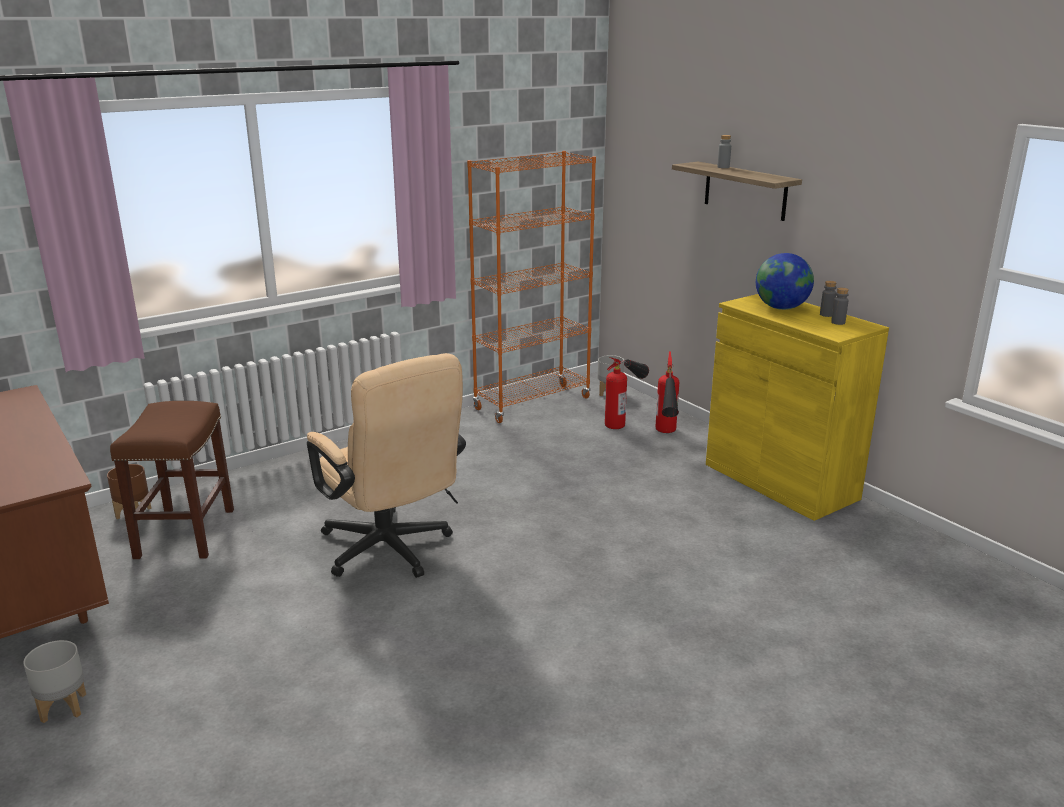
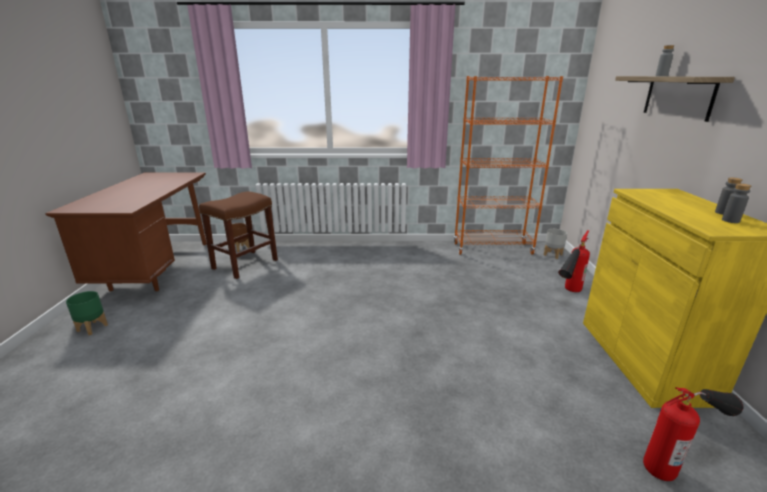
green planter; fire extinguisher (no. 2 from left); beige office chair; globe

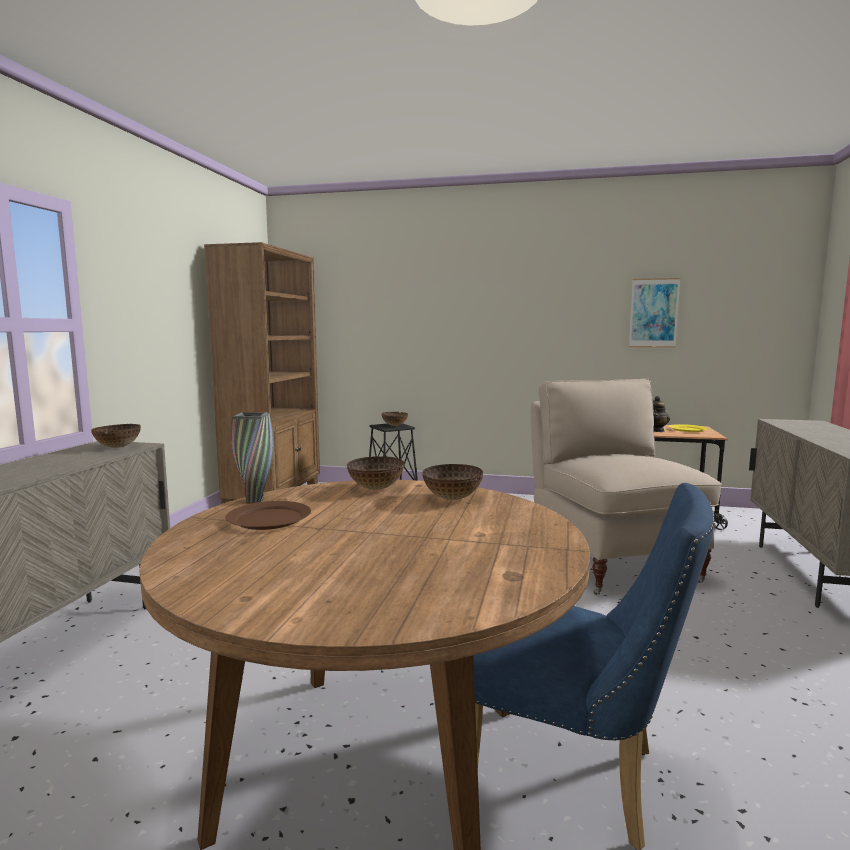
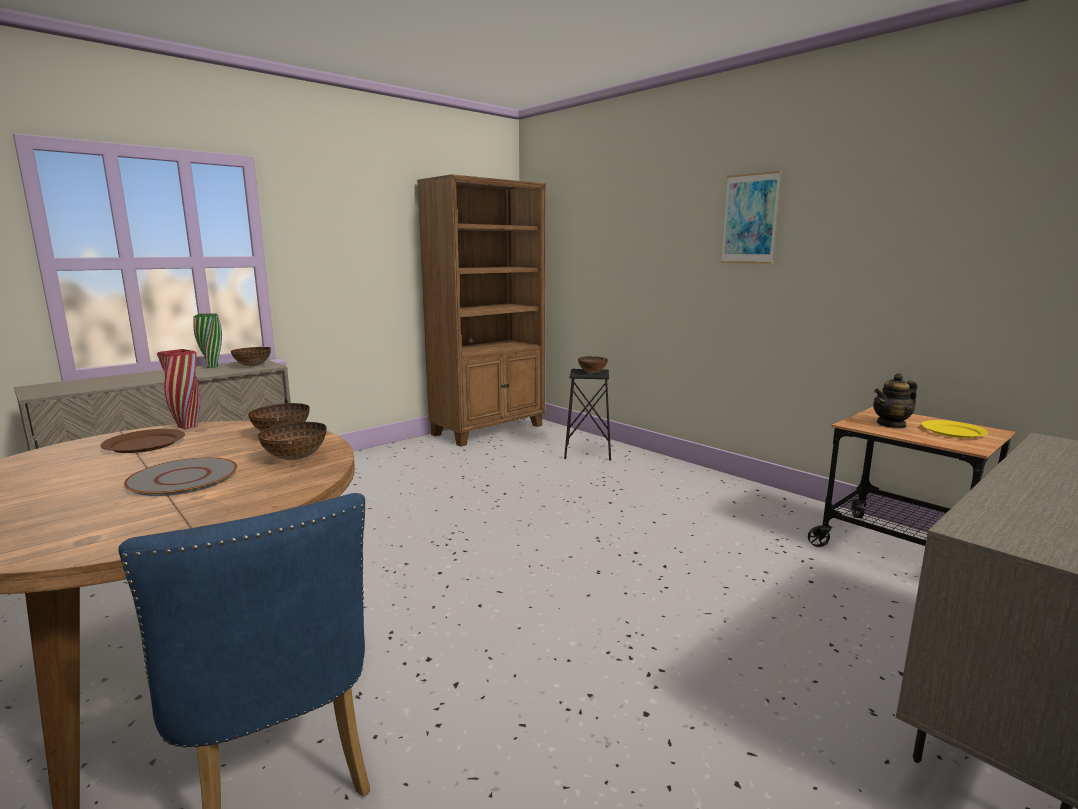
grey plate; red vase; green vase; picture; beige chair

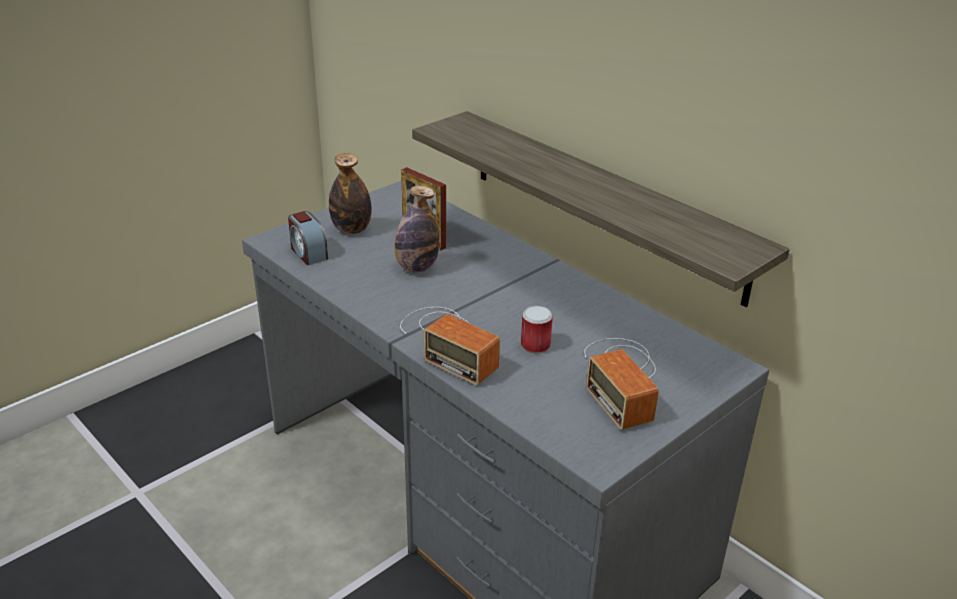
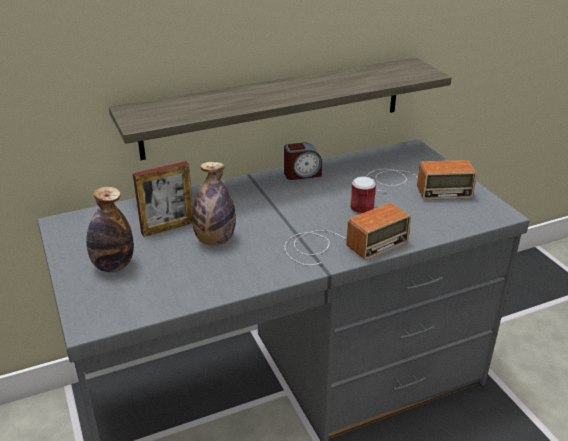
alarm clock

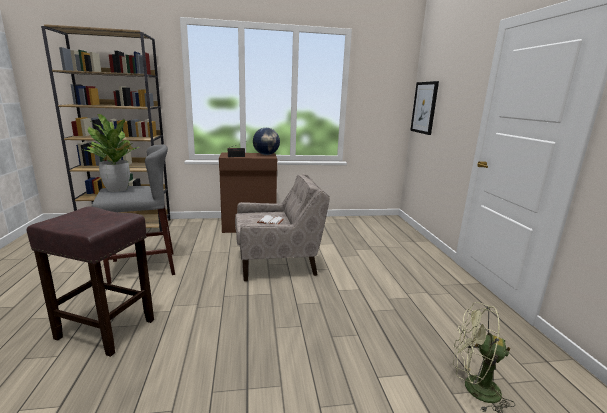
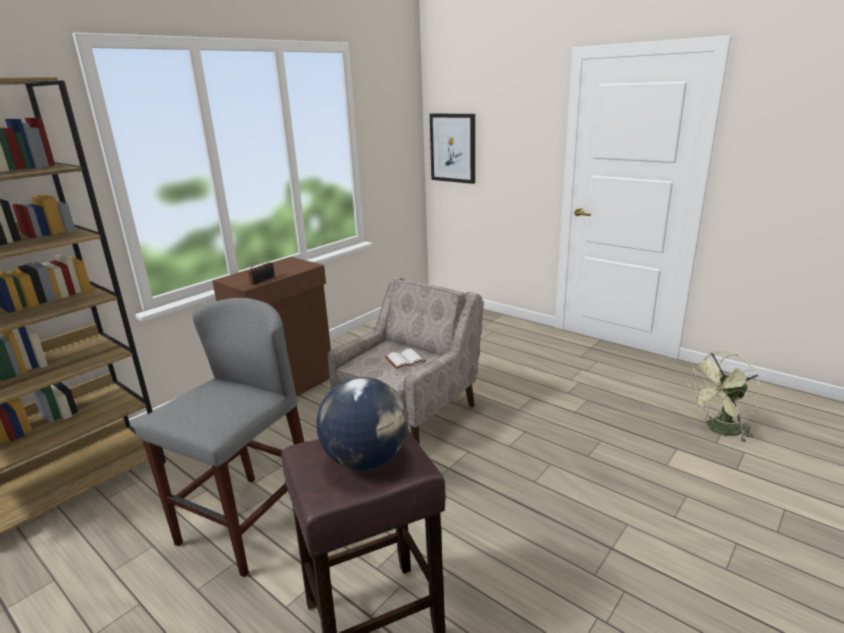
globe; potted plant

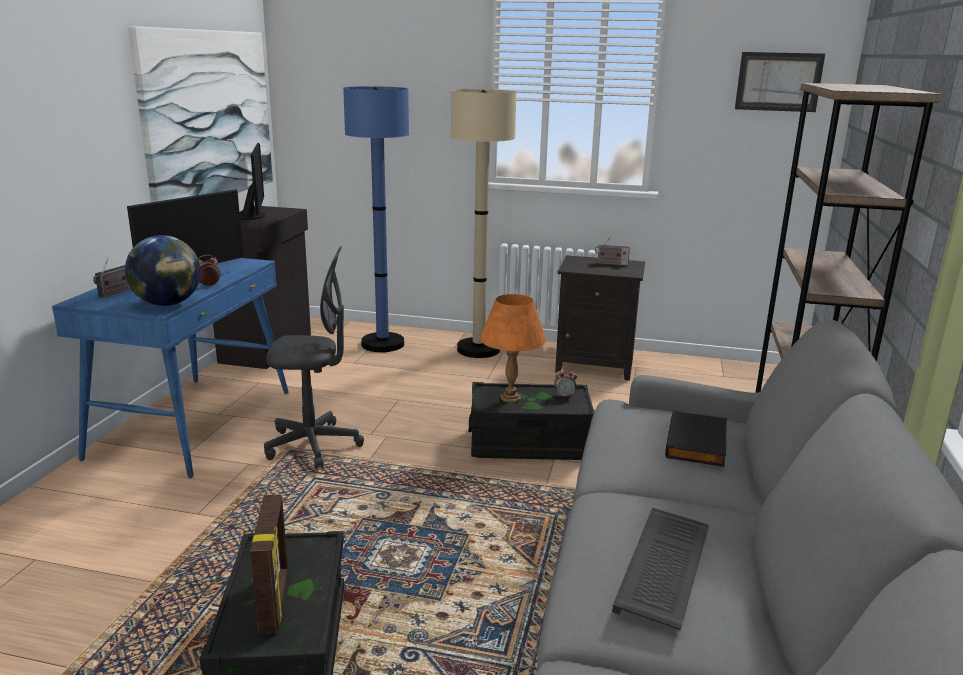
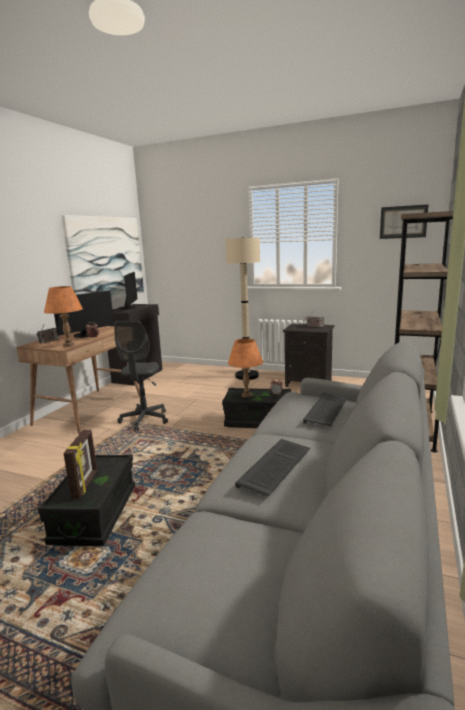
brown desk; orange table lamp (no. 1 from left); grey office chair; keyboard (no. 2 from left); blue floor lamp

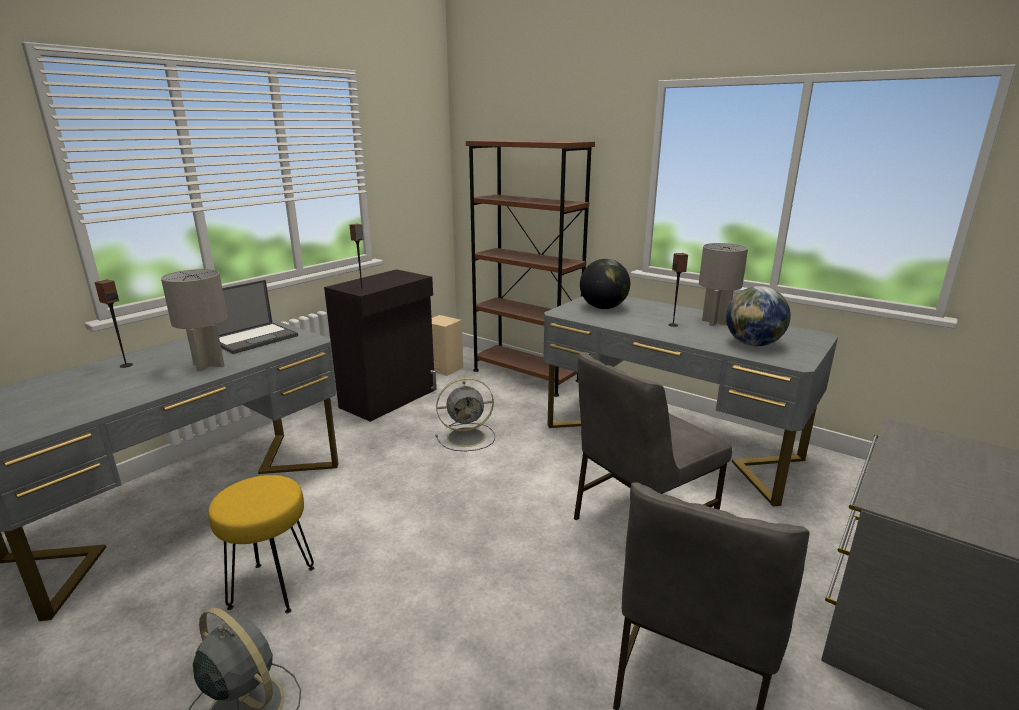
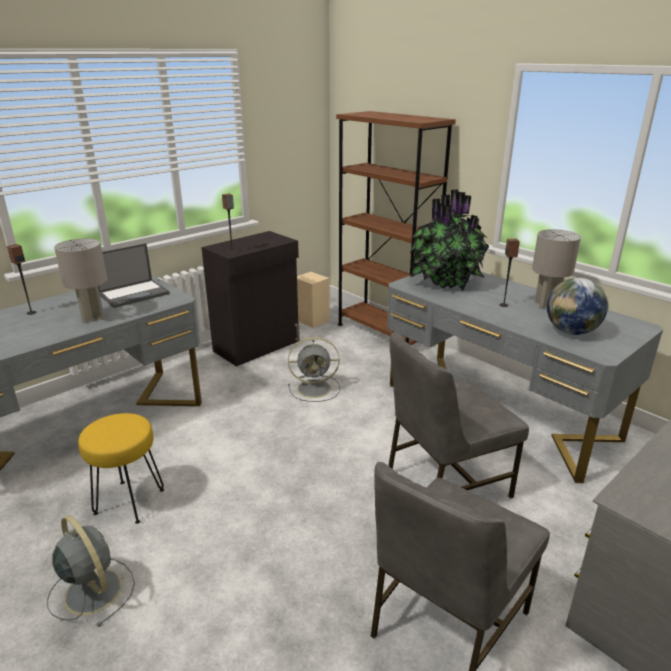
potted plant

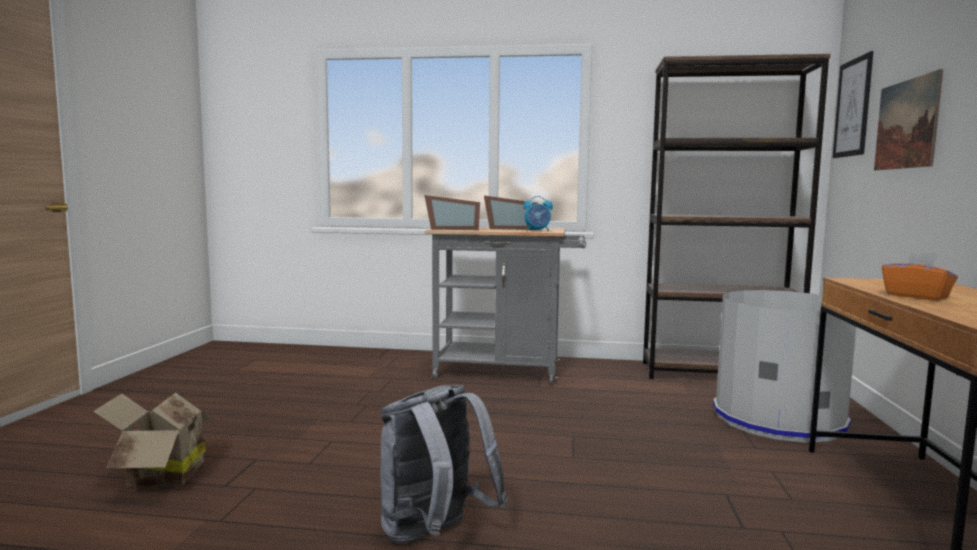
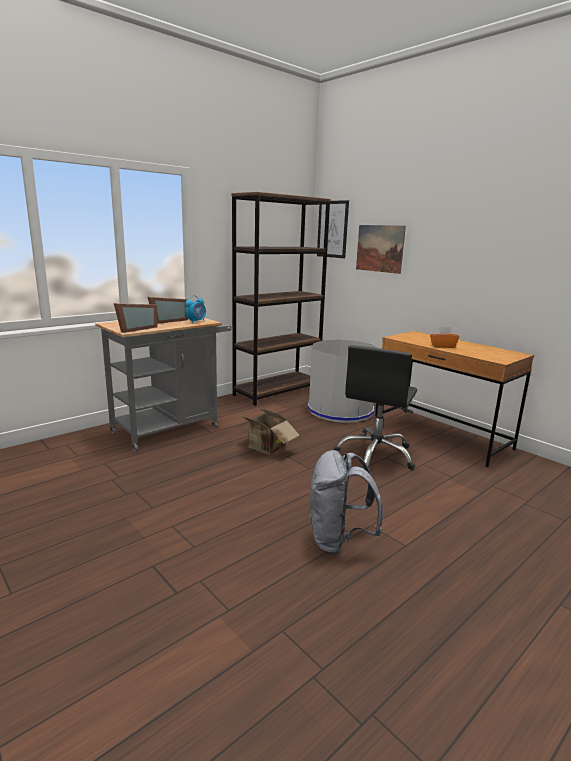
cardboard box; black office chair

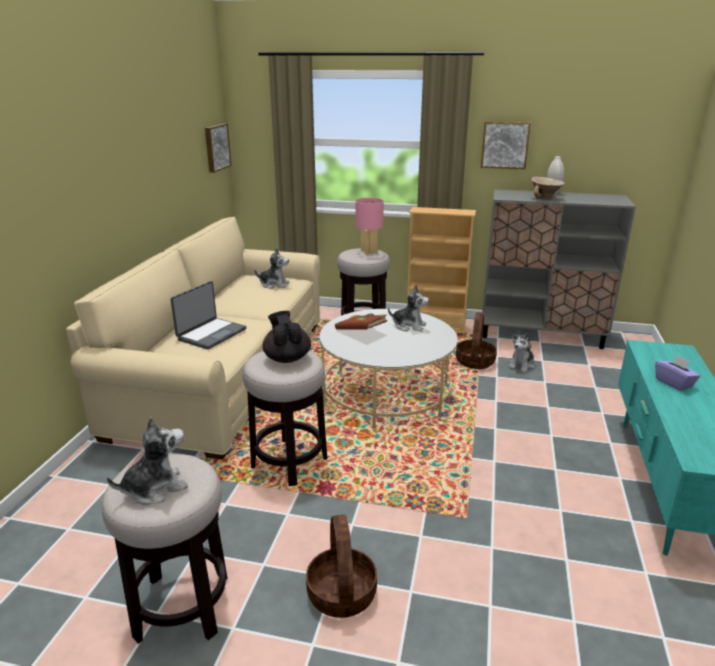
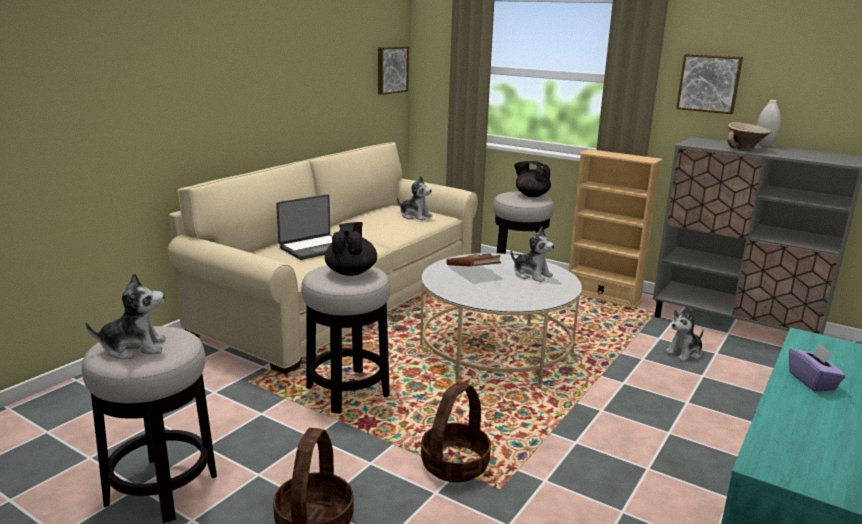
basket (no. 2 from left); black teapot (no. 2 from left)

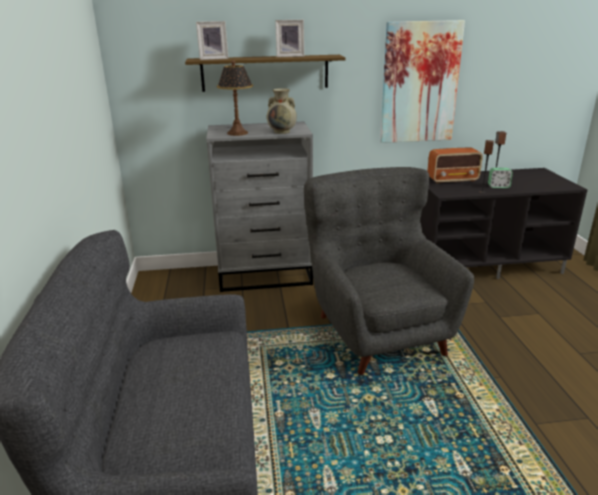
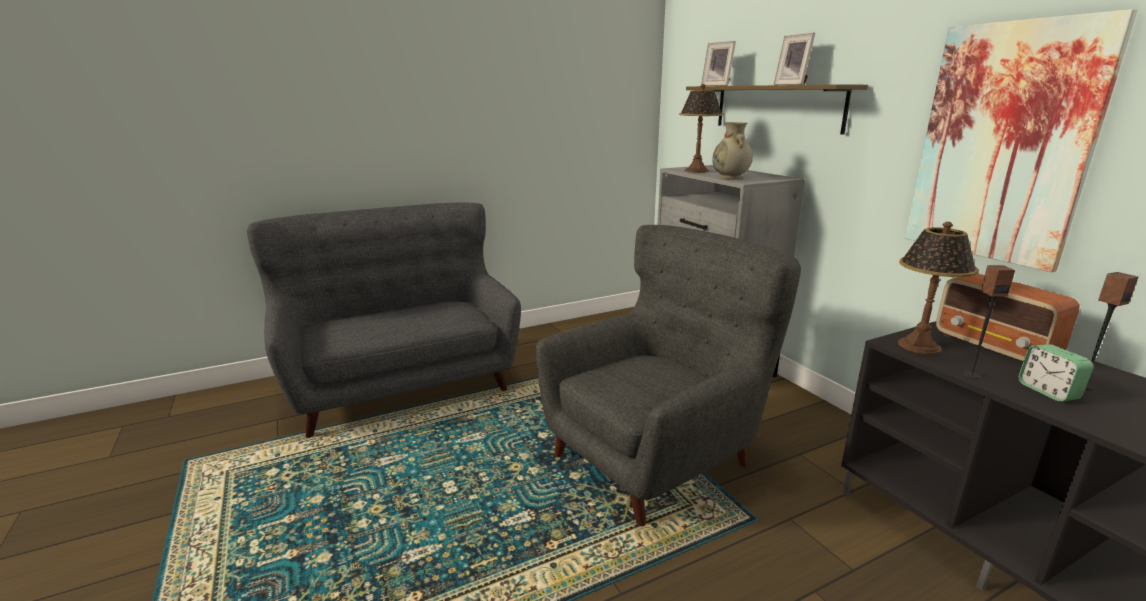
table lamp (no. 2 from left)

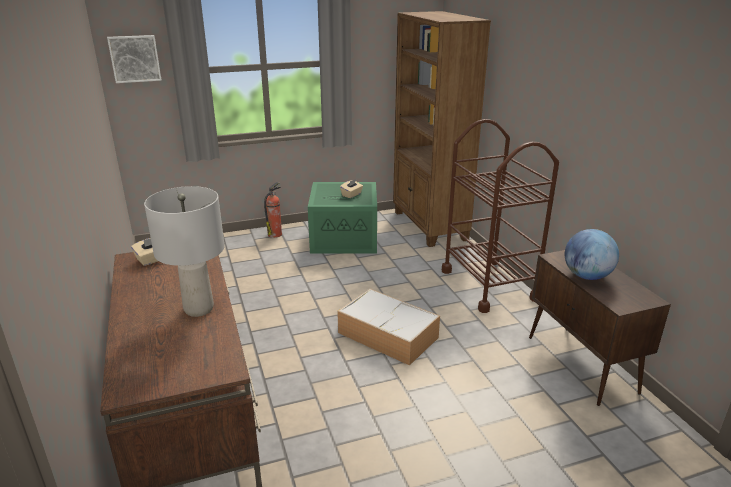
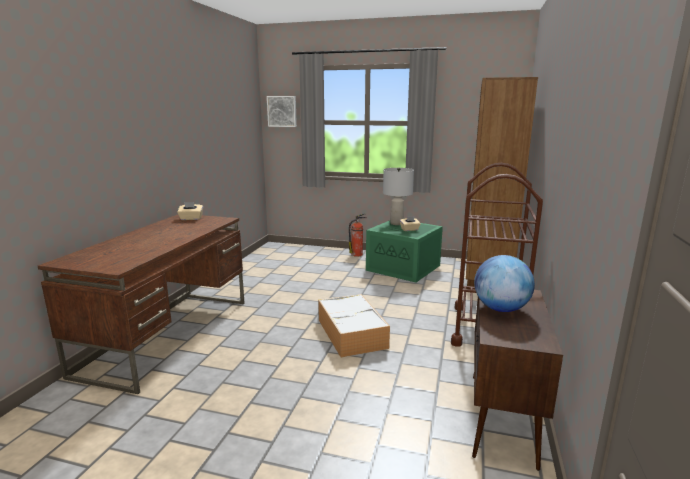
grey table lamp

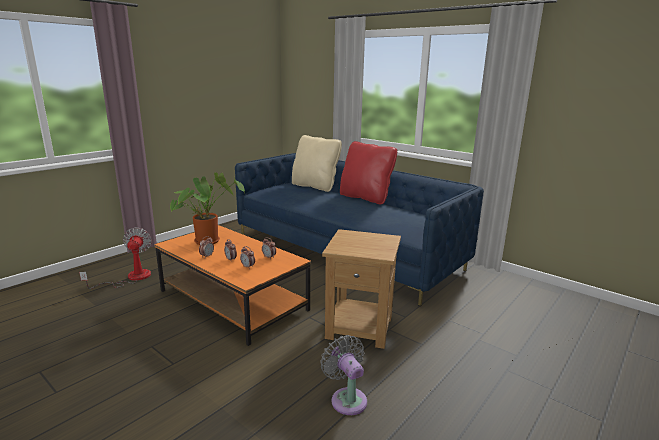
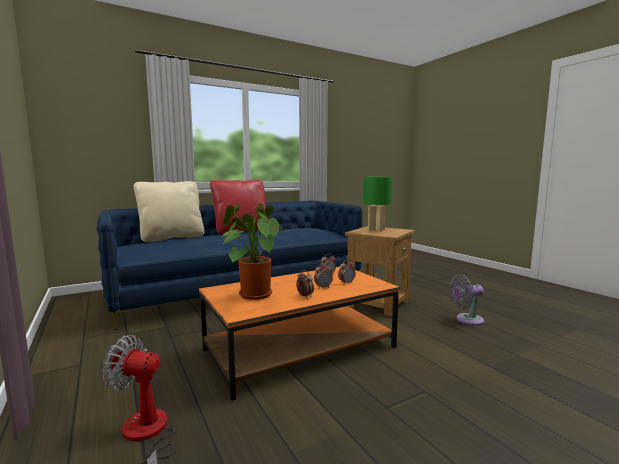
green table lamp

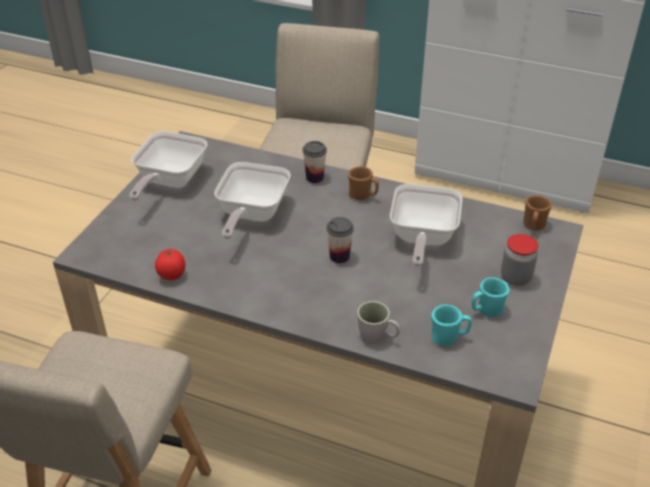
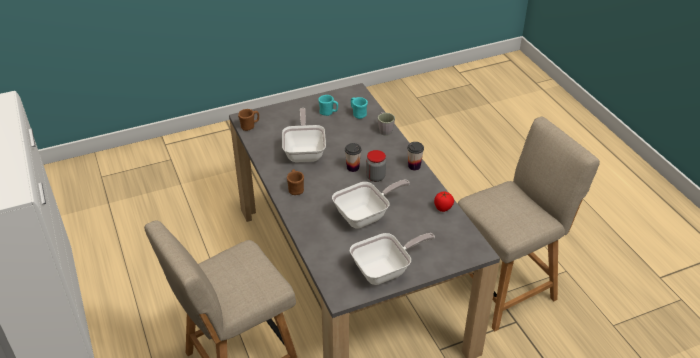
frying pan (no. 1 from left); jar; cup (no. 2 from left)

